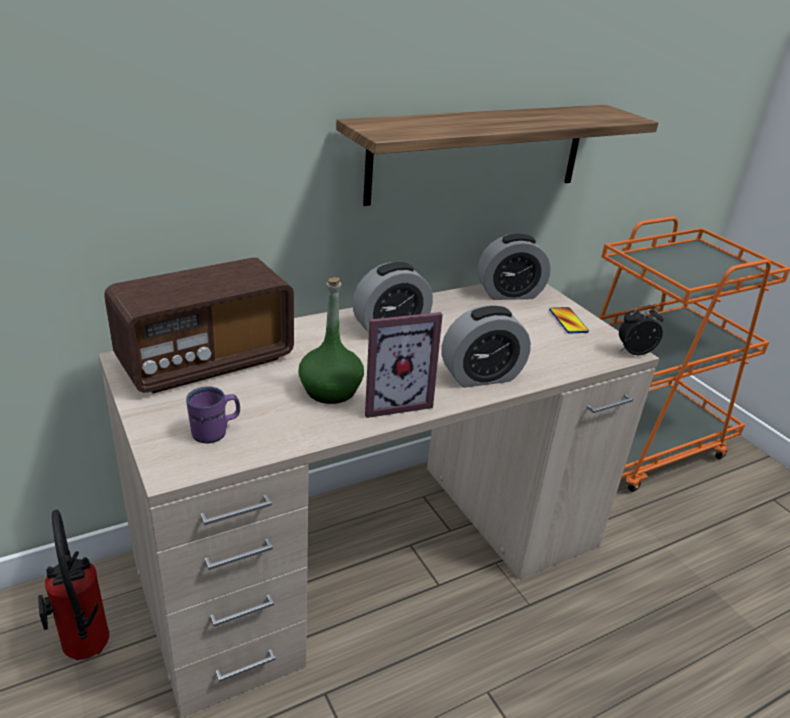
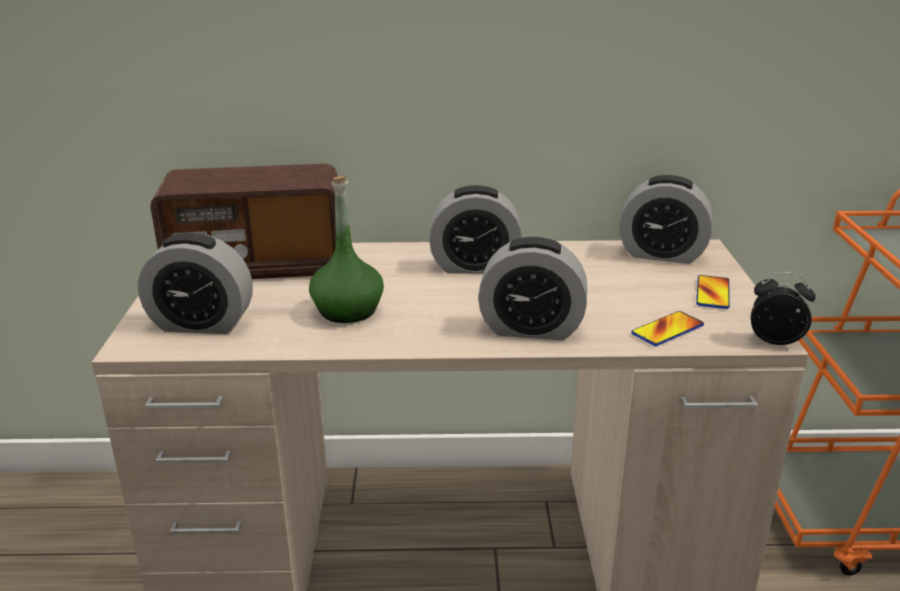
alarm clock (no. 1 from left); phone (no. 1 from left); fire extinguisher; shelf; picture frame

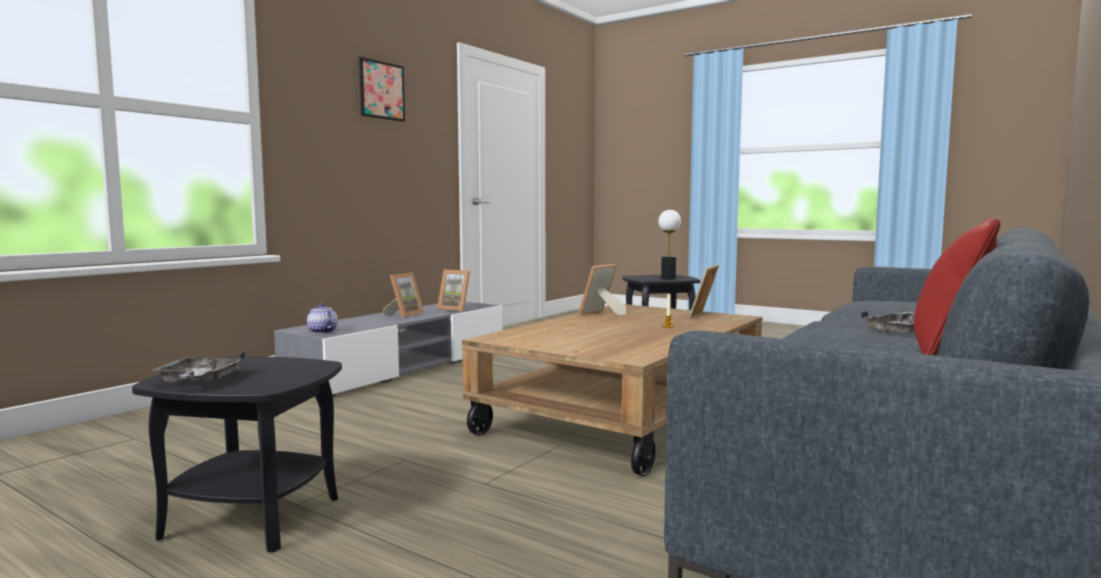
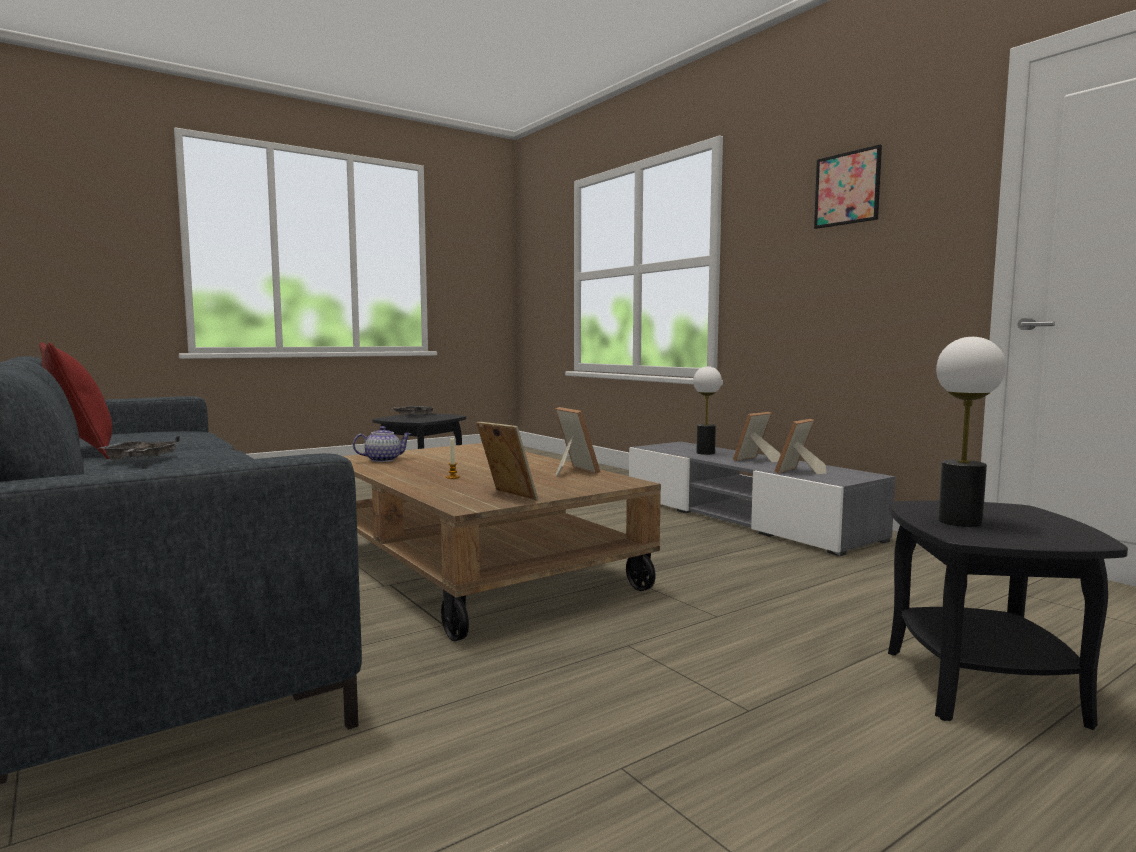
teapot; table lamp (no. 1 from left); picture frame (no. 3 from left)

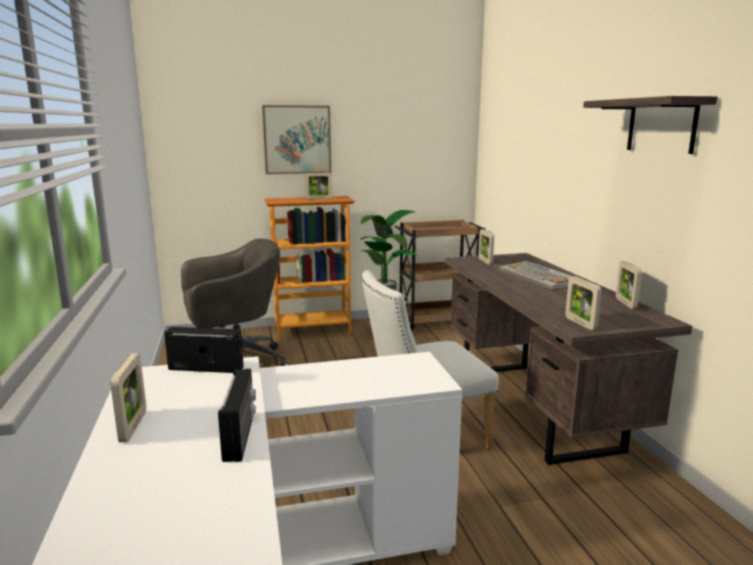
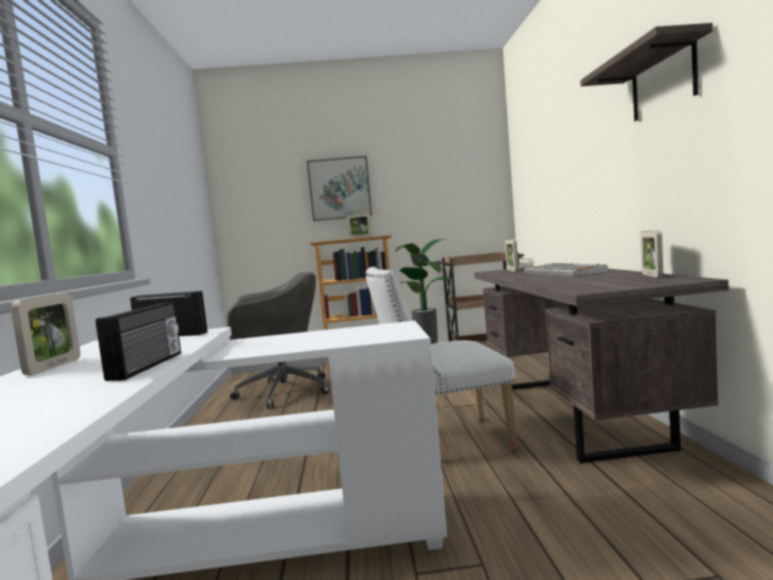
picture frame (no. 4 from left in the first image)

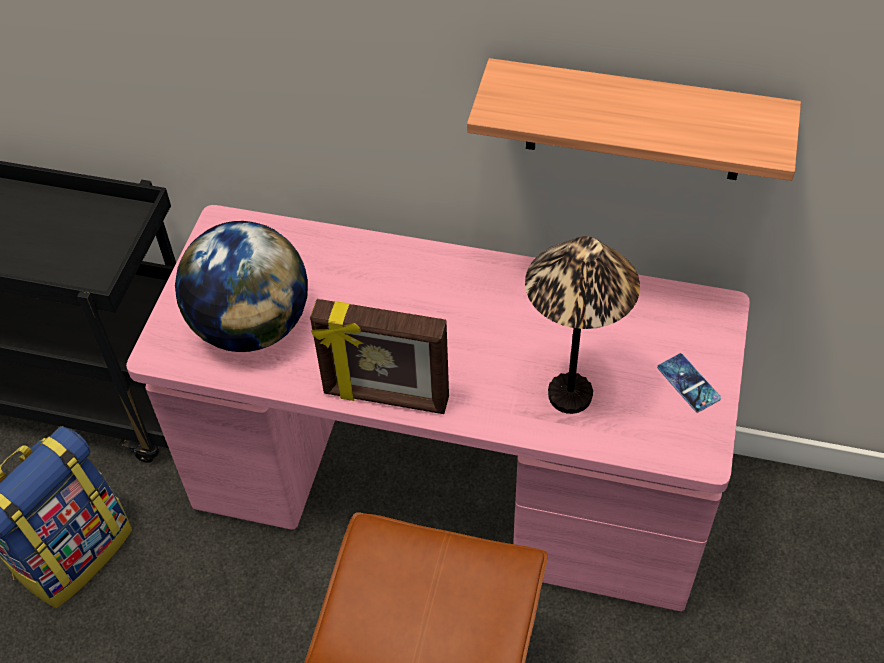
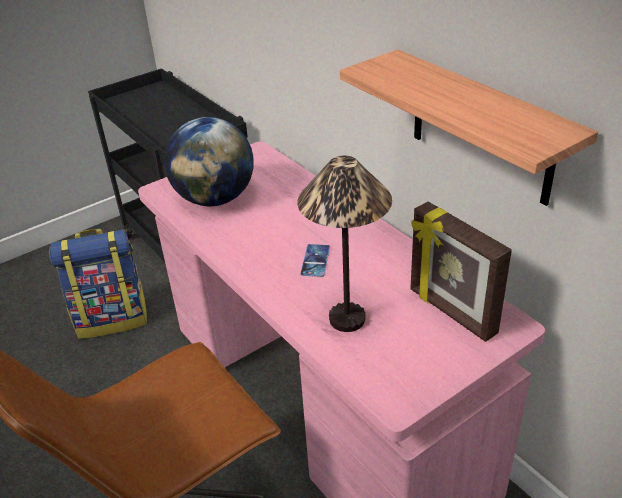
phone; picture frame

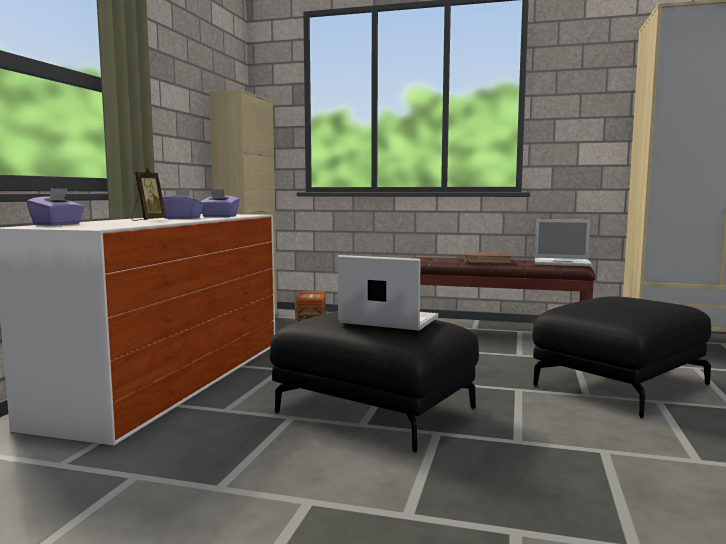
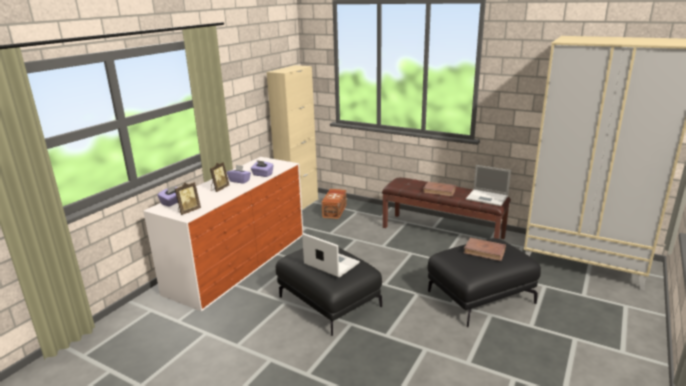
picture frame (no. 1 from left); brown book (no. 2 from left)

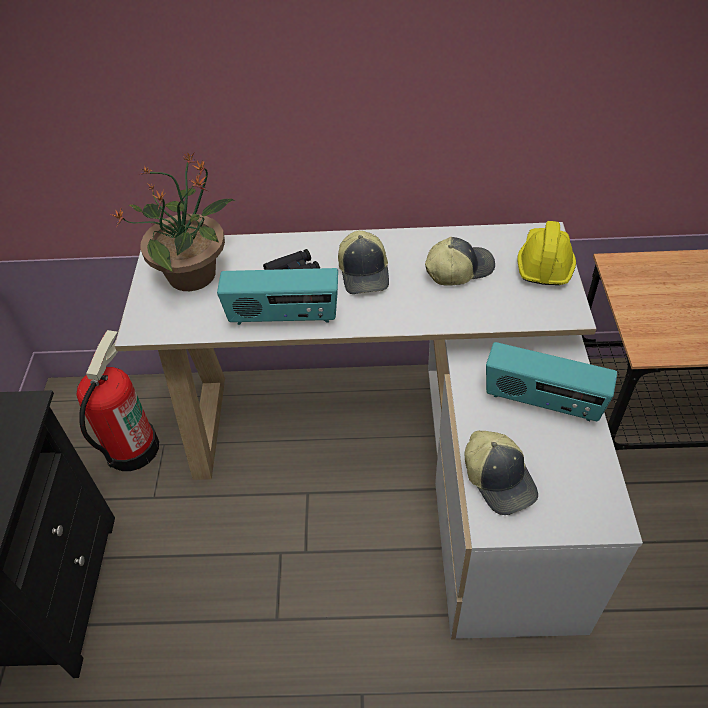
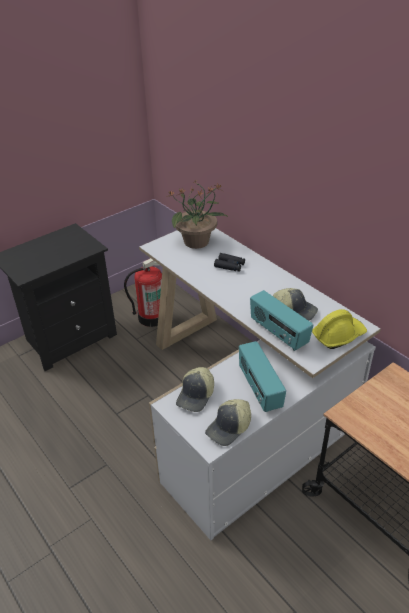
cap (no. 2 from left); radio (no. 2 from left)

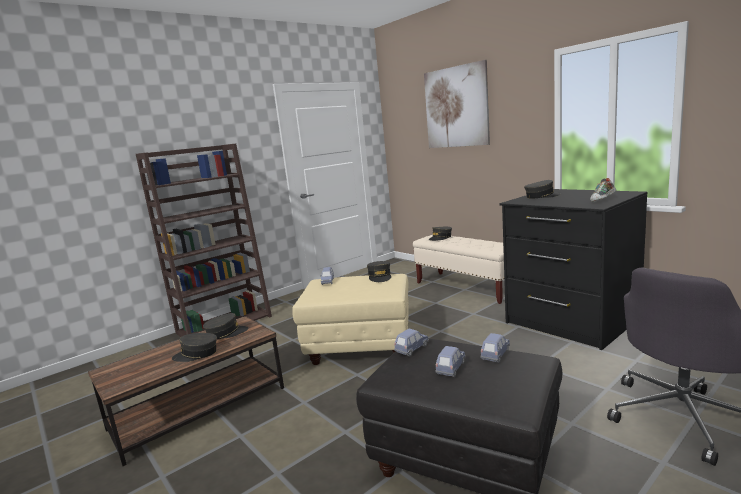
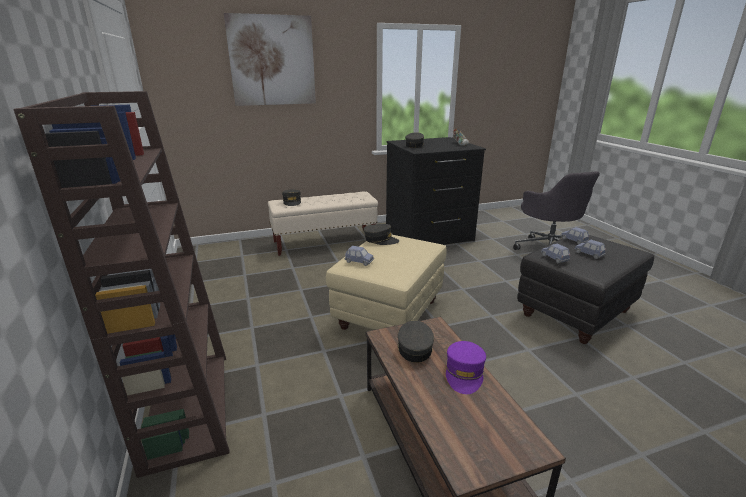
purple cap

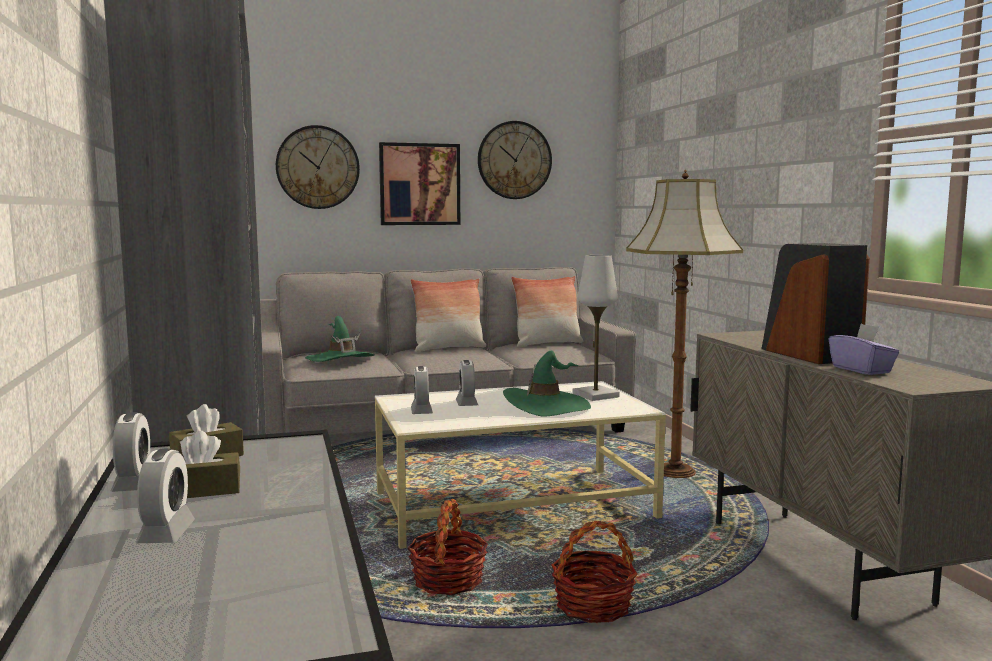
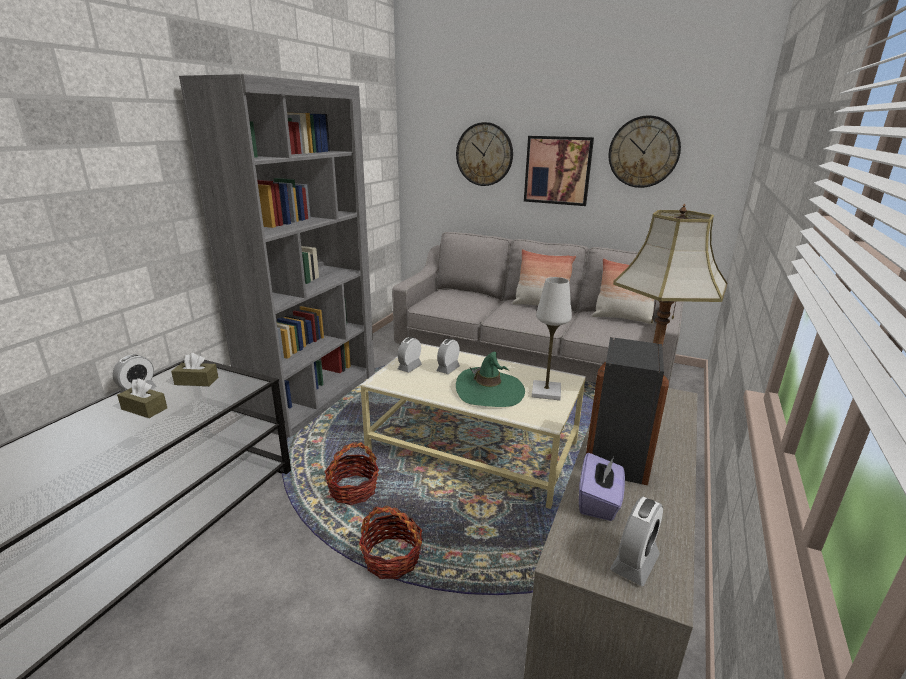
alarm clock (no. 4 from left); green hat (no. 1 from left in the first image)

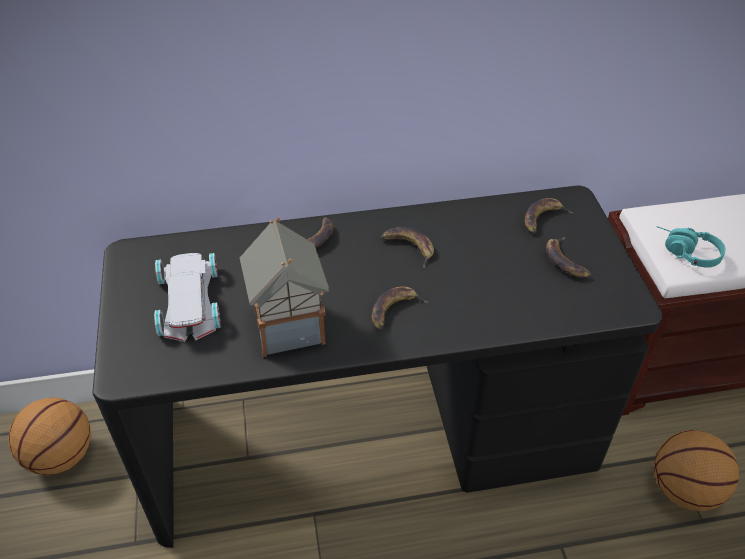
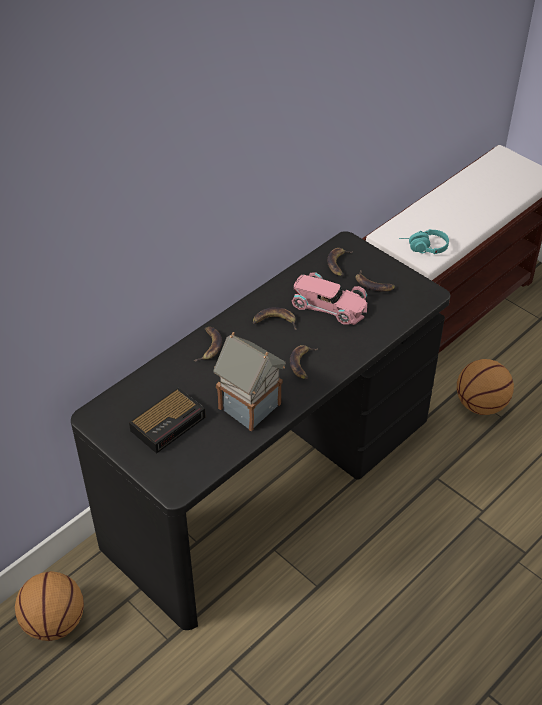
alarm clock; pink toy car

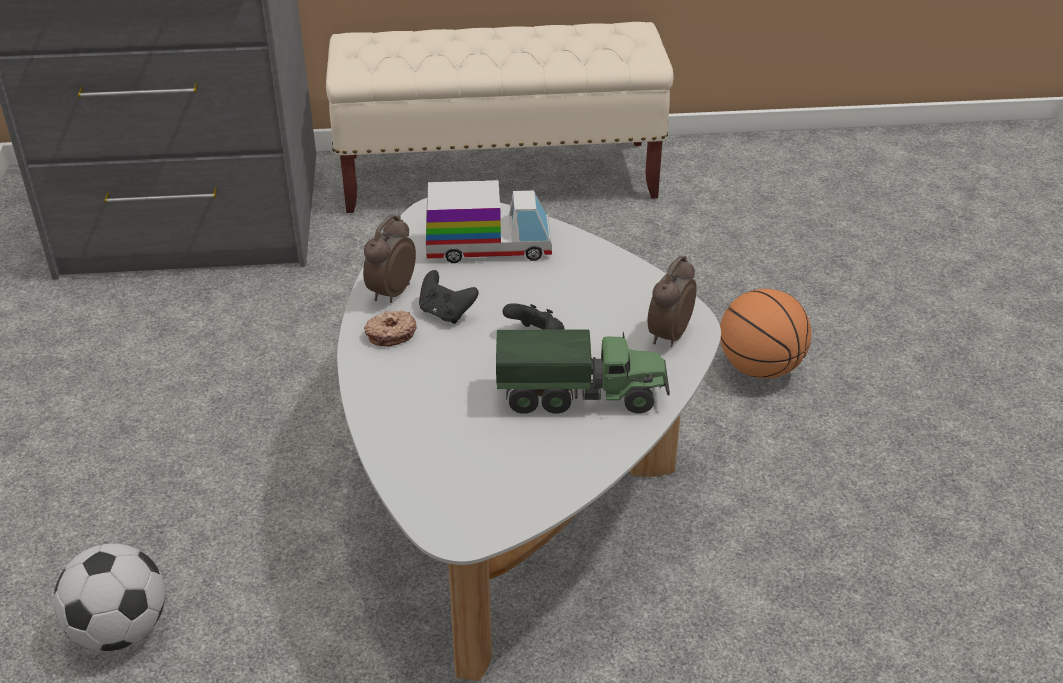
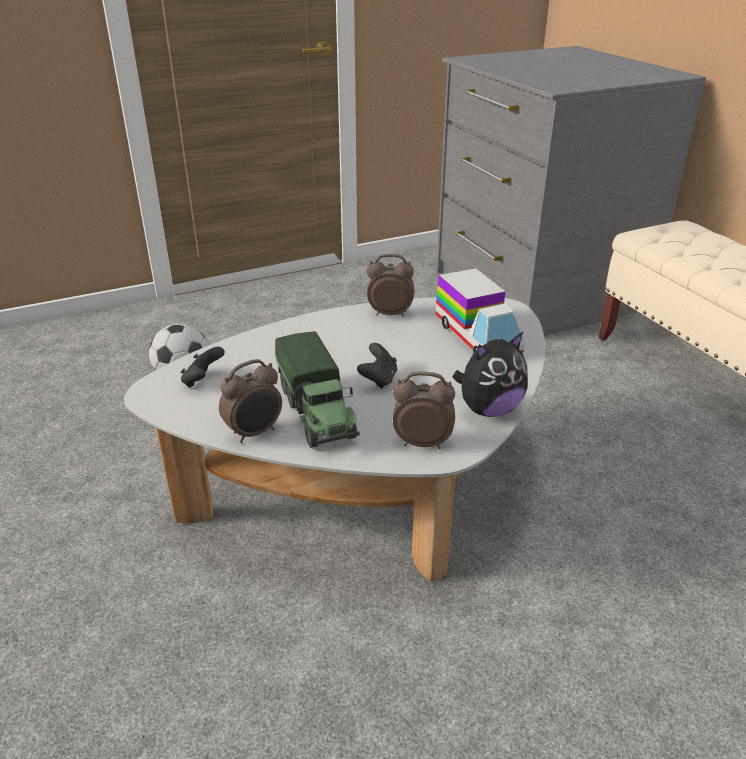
black game controller (no. 1 from left); alarm clock (no. 1 from left); plush toy; donut; basketball

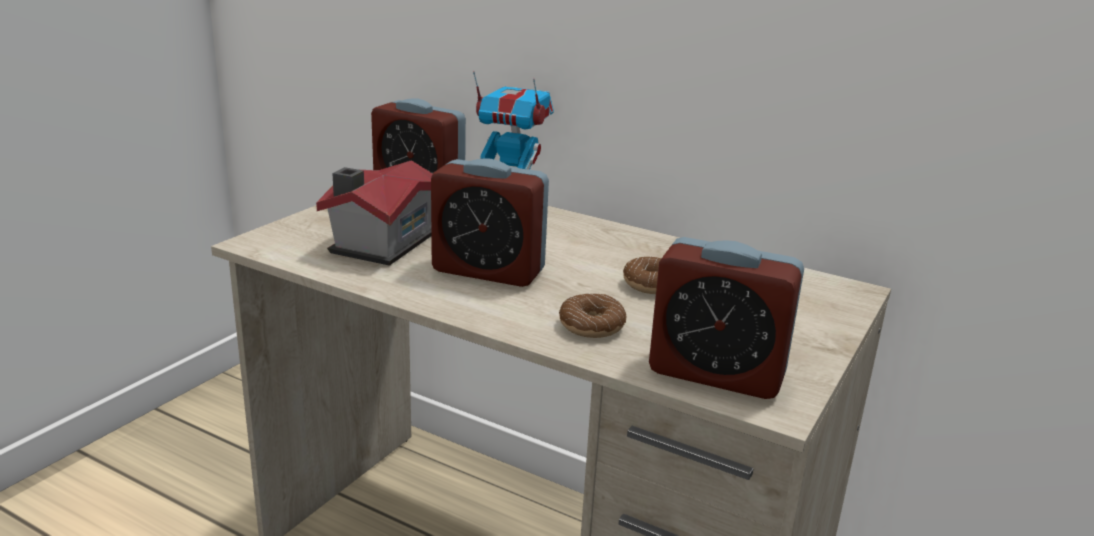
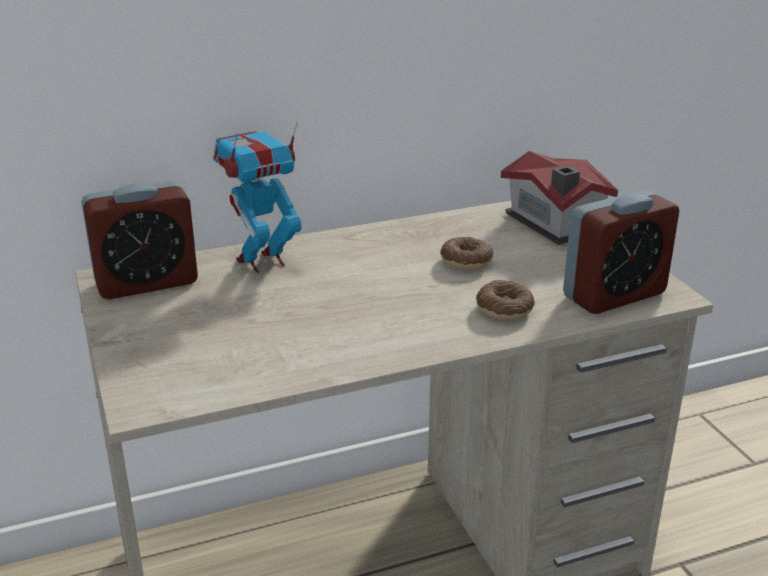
toy house; alarm clock (no. 2 from left in the first image)

